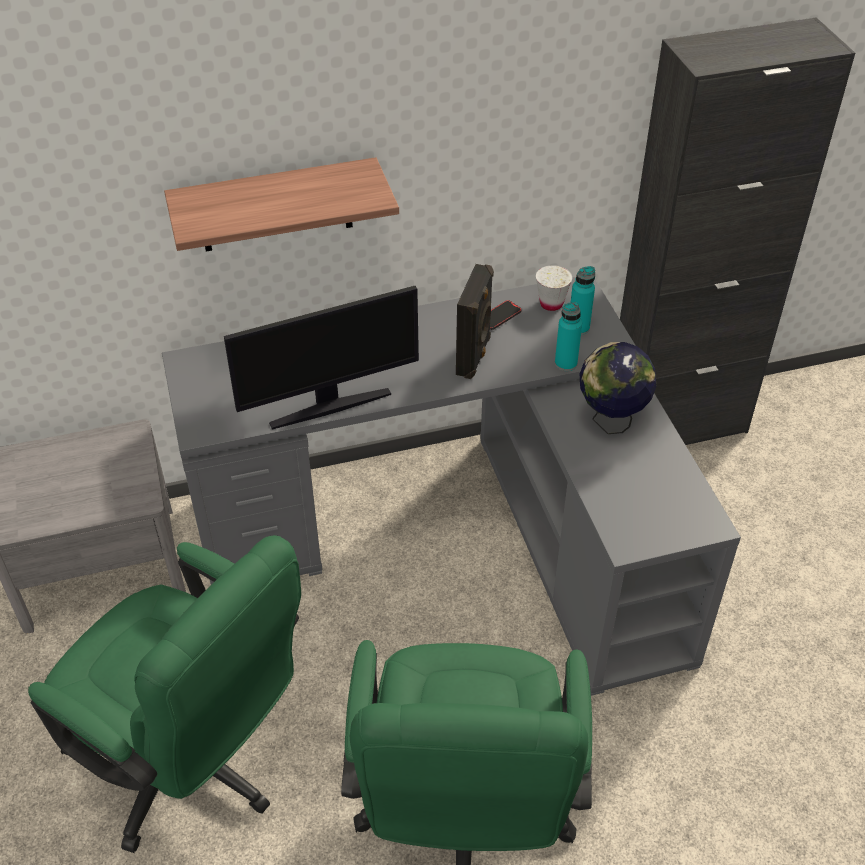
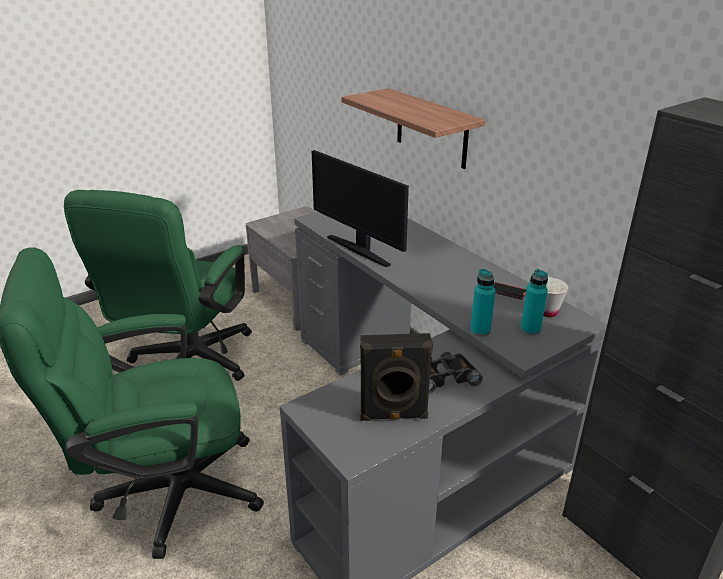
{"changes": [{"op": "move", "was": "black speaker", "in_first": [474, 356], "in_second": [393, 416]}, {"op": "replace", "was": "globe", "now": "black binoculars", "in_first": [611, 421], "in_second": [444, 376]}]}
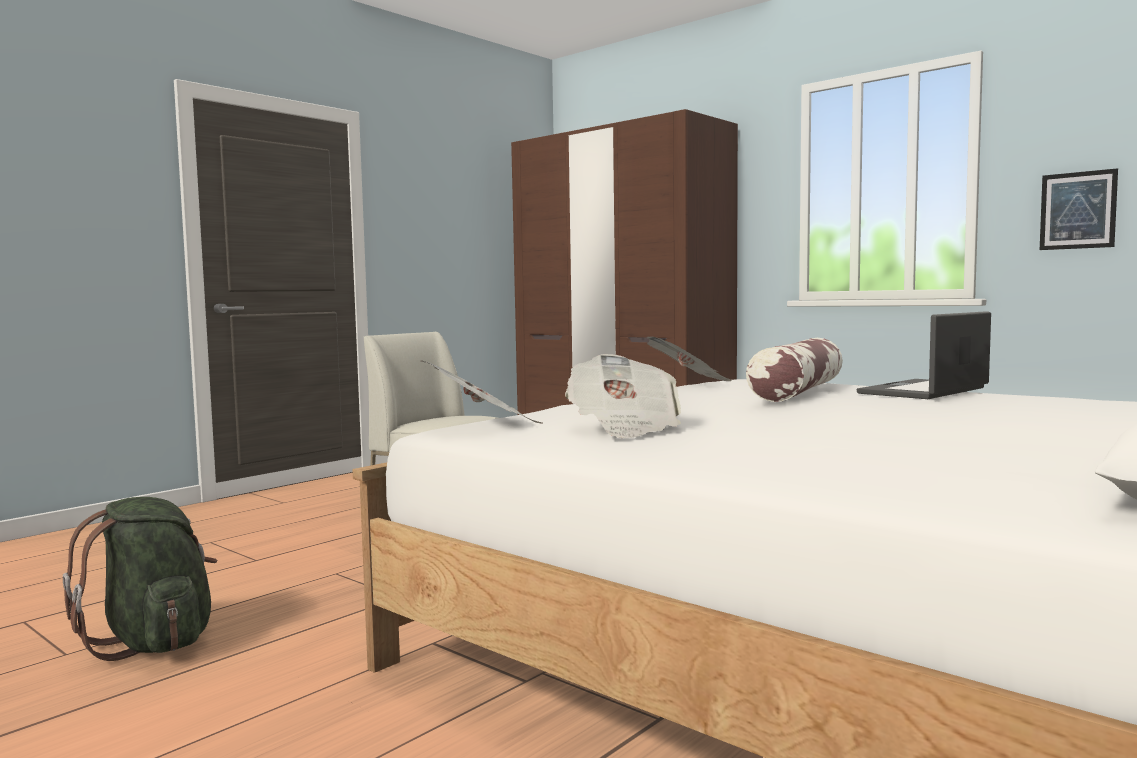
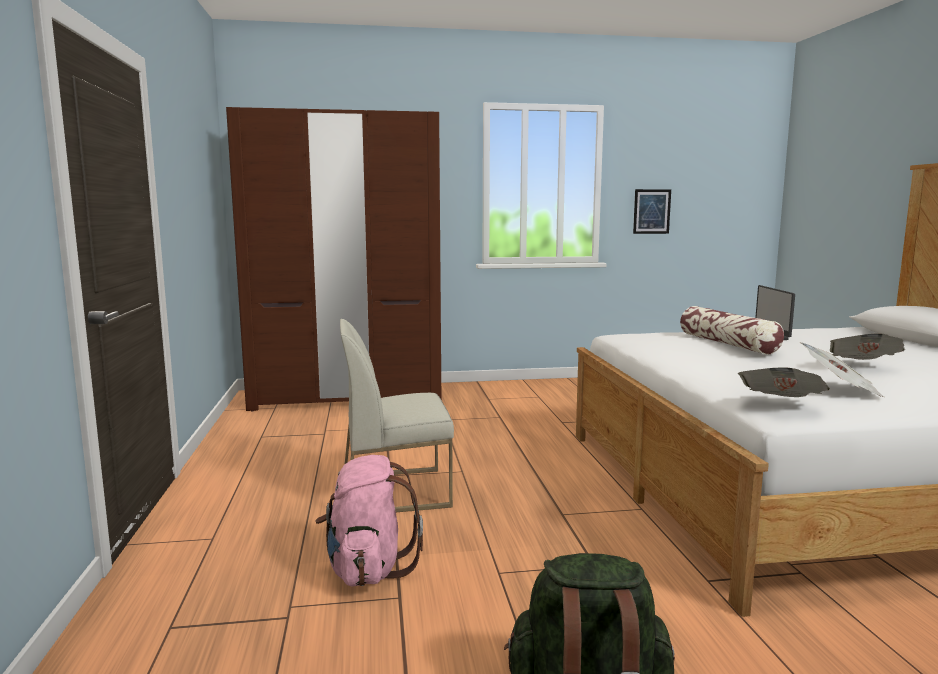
{"changes": [{"op": "move", "was": "newspaper", "in_first": [688, 382], "in_second": [863, 366]}, {"op": "insert", "now": "pink backpack", "in_second": [368, 569]}]}
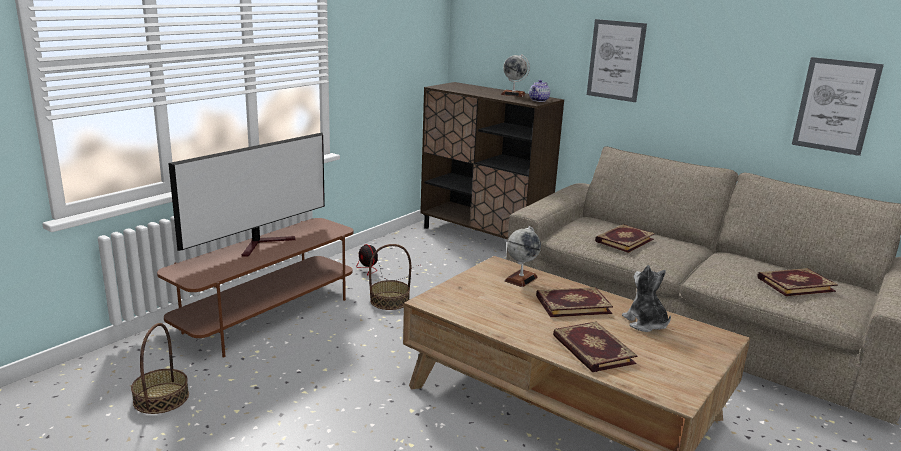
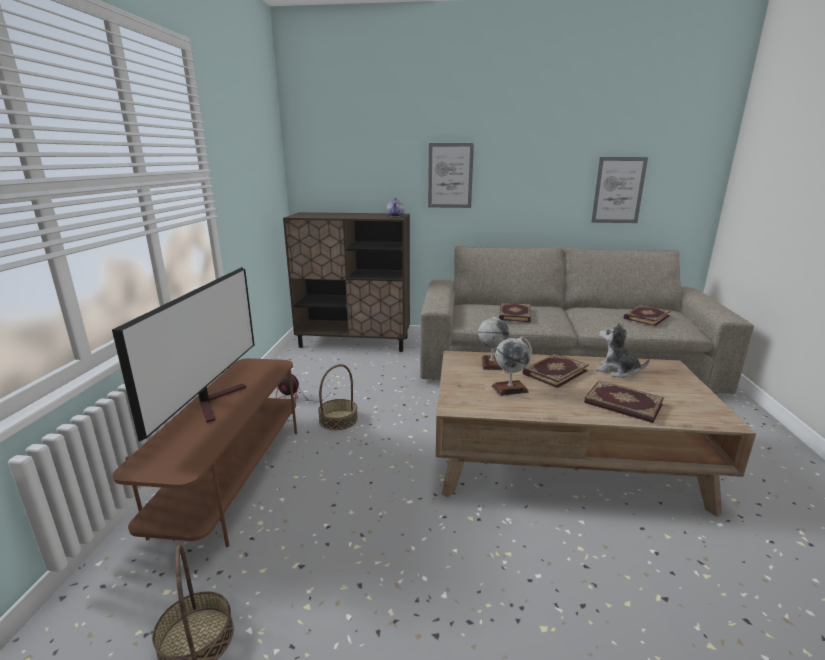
{"changes": [{"op": "move", "was": "globe", "in_first": [513, 94], "in_second": [510, 389]}]}
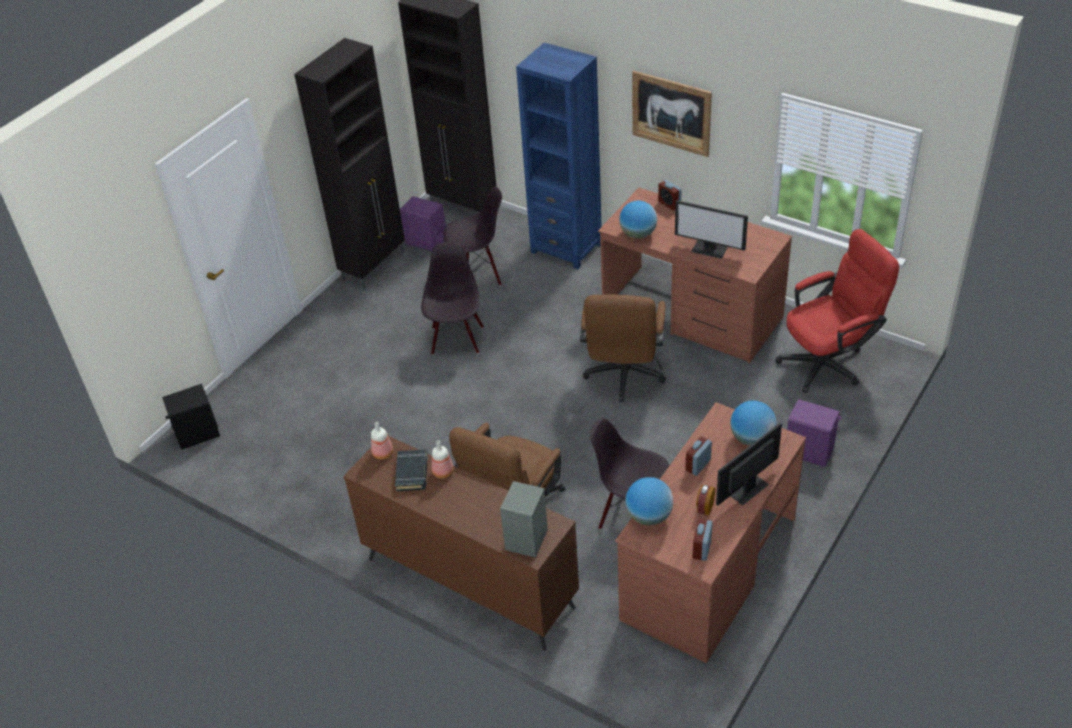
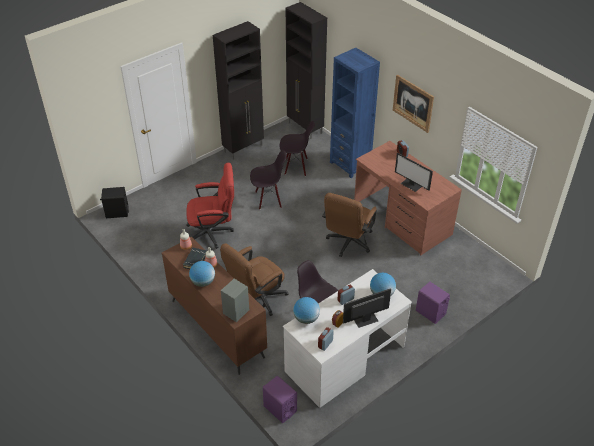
{"changes": [{"op": "move", "was": "purple speaker", "in_first": [426, 241], "in_second": [280, 409]}, {"op": "move", "was": "globe", "in_first": [638, 234], "in_second": [203, 282]}, {"op": "move", "was": "red office chair", "in_first": [829, 362], "in_second": [213, 233]}, {"op": "rotate", "was": "black chair", "in_first": [456, 340], "in_second": [268, 199], "clockwise": 60}, {"op": "recolor", "was": "brown desk", "now": "white desk", "in_first": [708, 568], "in_second": [344, 359]}]}
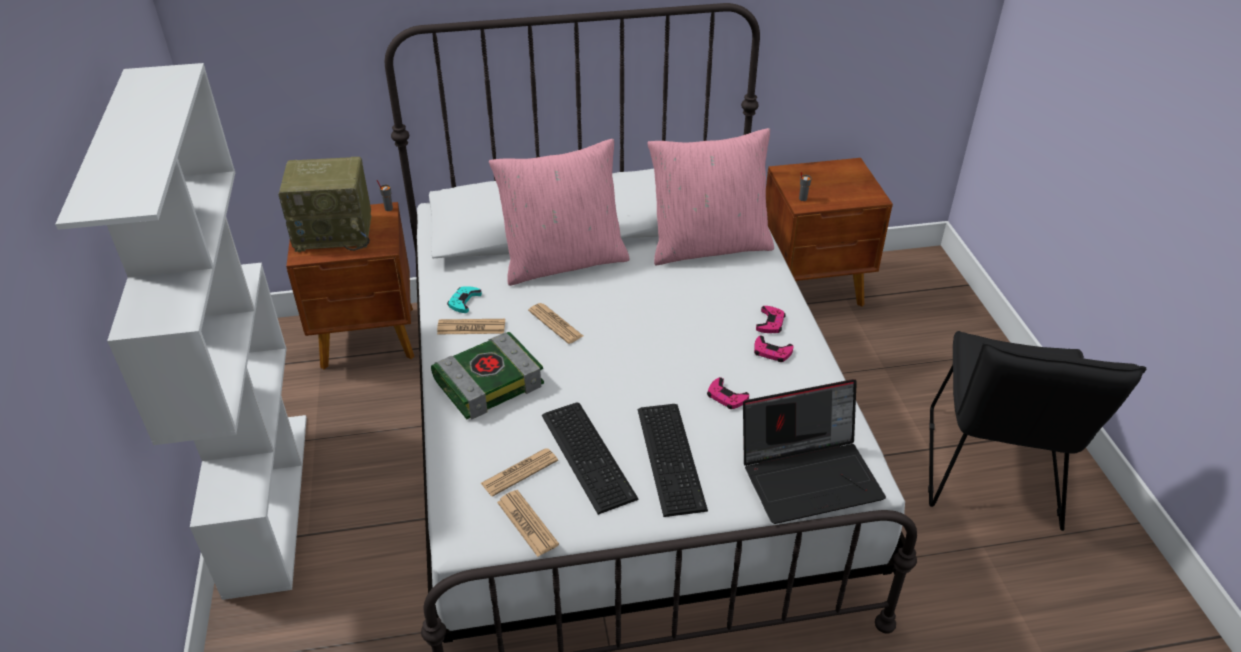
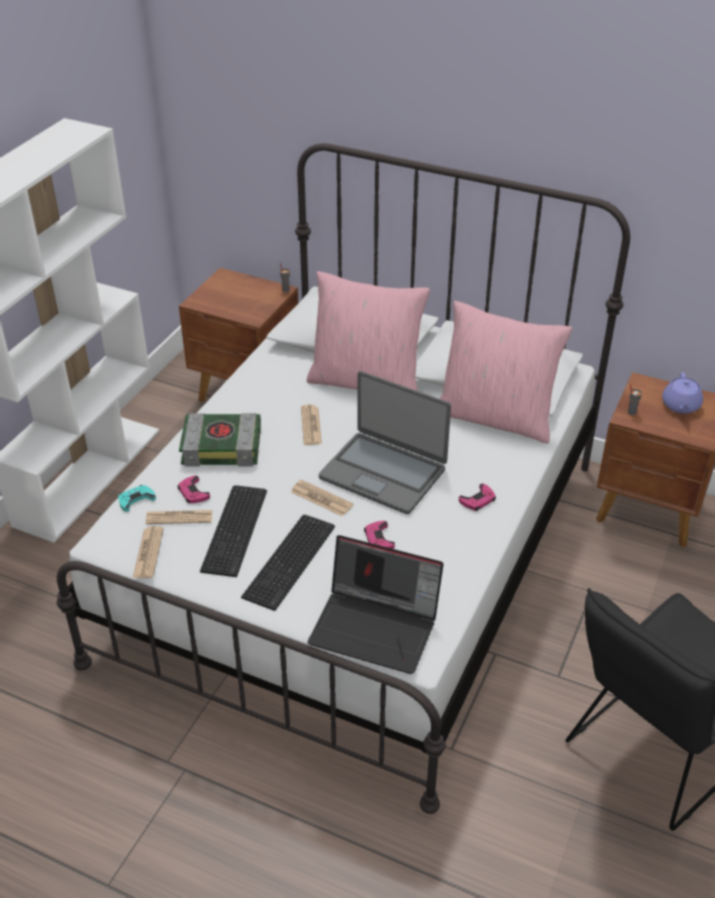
{"changes": [{"op": "delete", "was": "radio", "in_first": [335, 232]}, {"op": "move", "was": "turquoise game controller", "in_first": [464, 301], "in_second": [136, 500]}, {"op": "move", "was": "newspaper", "in_first": [471, 327], "in_second": [321, 498]}, {"op": "move", "was": "pink game controller", "in_first": [772, 352], "in_second": [193, 493]}, {"op": "insert", "now": "laptop", "in_second": [383, 473]}, {"op": "insert", "now": "purple teapot", "in_second": [680, 406]}]}
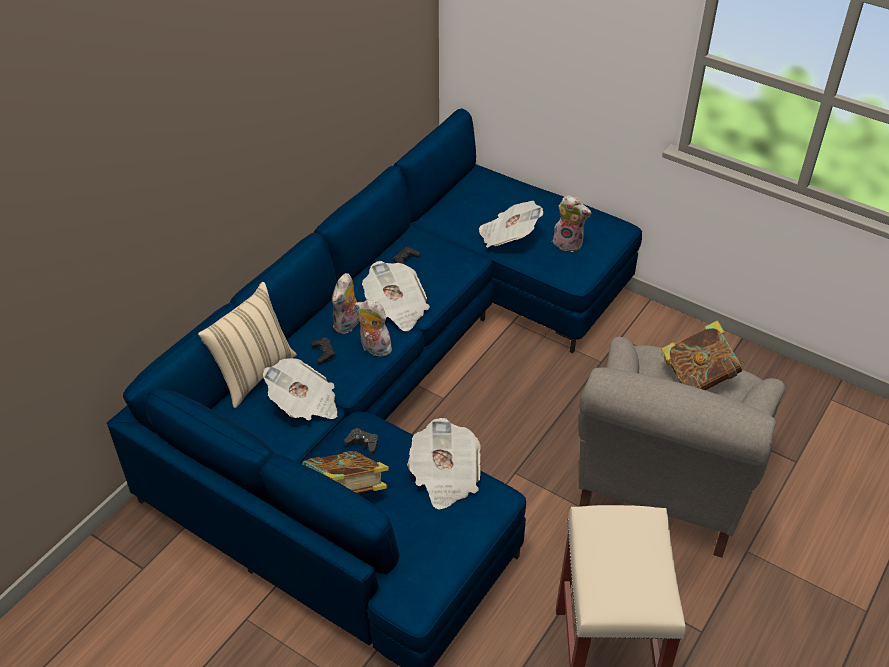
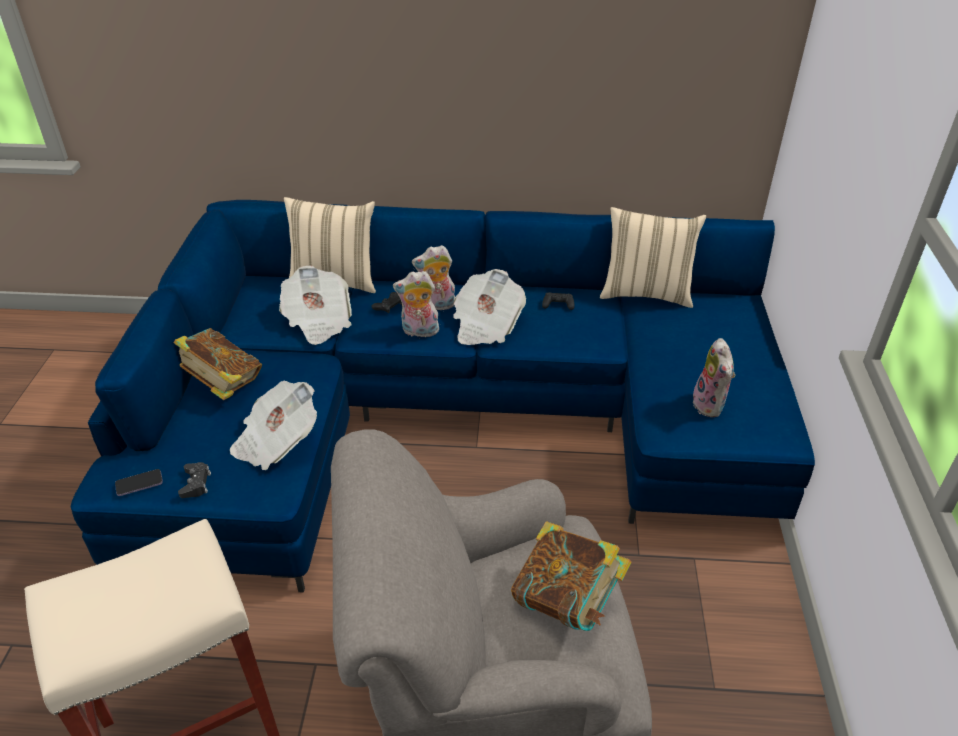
{"changes": [{"op": "delete", "was": "newspaper", "in_first": [508, 236]}, {"op": "rotate", "was": "plush toy", "in_first": [373, 348], "in_second": [419, 332], "clockwise": -90}, {"op": "move", "was": "black game controller", "in_first": [363, 443], "in_second": [196, 483]}, {"op": "insert", "now": "beige pillow", "in_second": [646, 293]}, {"op": "insert", "now": "phone", "in_second": [139, 484]}]}
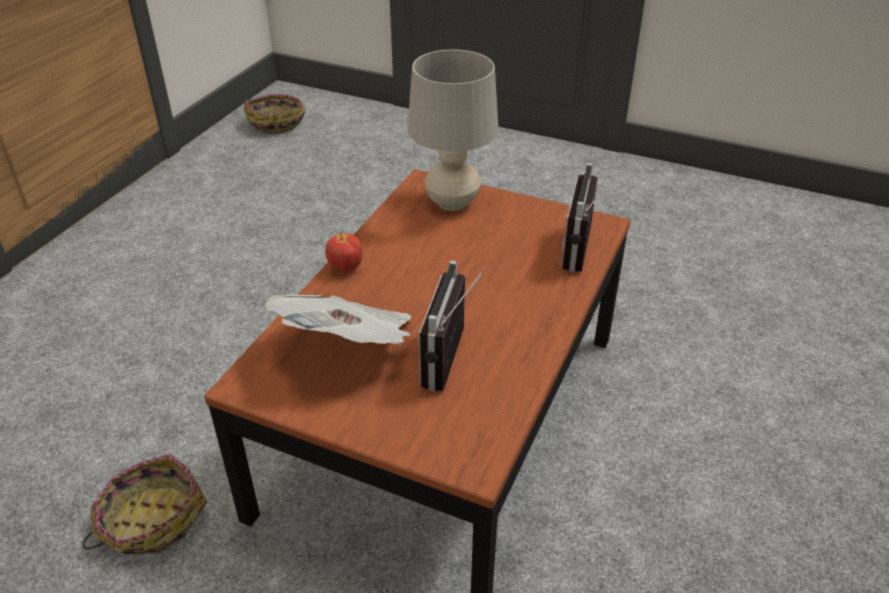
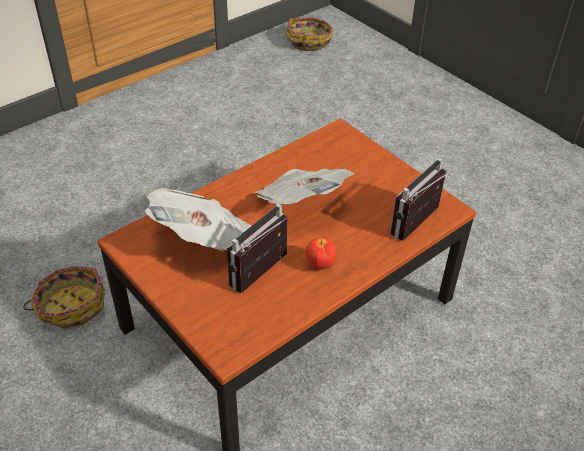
{"changes": [{"op": "delete", "was": "beige table lamp", "in_first": [452, 202]}, {"op": "move", "was": "apple", "in_first": [345, 268], "in_second": [319, 265]}, {"op": "insert", "now": "newspaper", "in_second": [302, 202]}]}
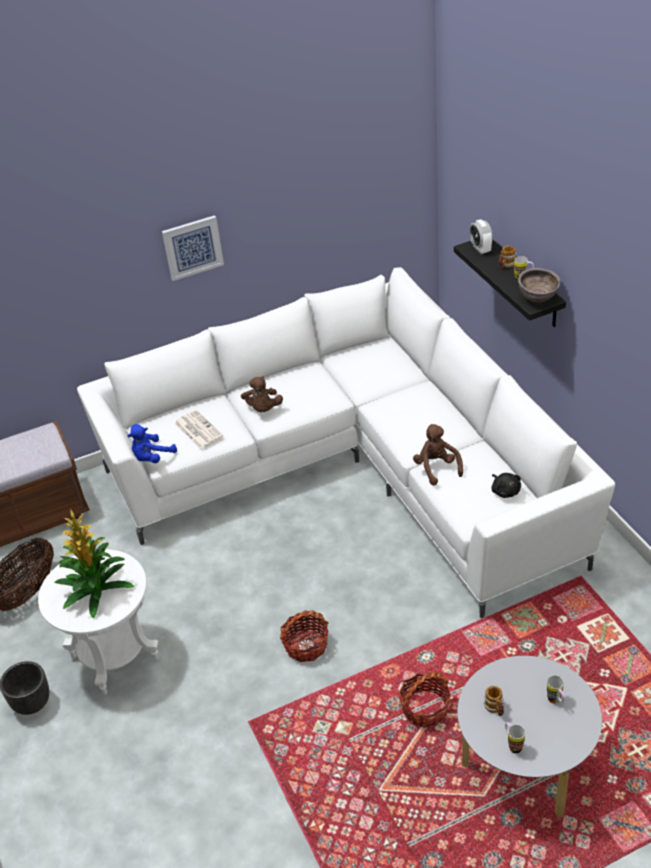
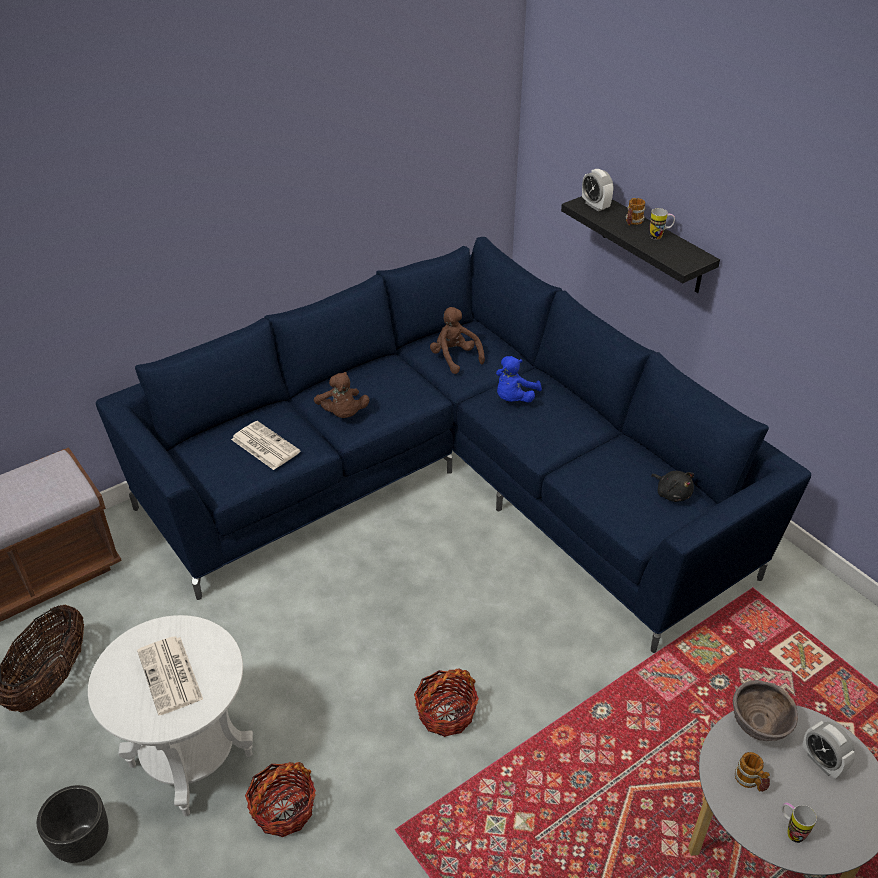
{"changes": [{"op": "delete", "was": "picture", "in_first": [192, 247]}, {"op": "recolor", "was": "white sofa", "now": "blue sofa", "in_first": [355, 471], "in_second": [450, 483]}, {"op": "move", "was": "brown bowl", "in_first": [537, 300], "in_second": [758, 728]}, {"op": "move", "was": "blue plush toy", "in_first": [151, 458], "in_second": [514, 398]}, {"op": "move", "was": "brown plush toy", "in_first": [437, 468], "in_second": [455, 358]}, {"op": "replace", "was": "potted plant", "now": "newspaper", "in_first": [95, 590], "in_second": [171, 676]}, {"op": "move", "was": "basket", "in_first": [425, 709], "in_second": [283, 809]}, {"op": "replace", "was": "mug", "now": "alarm clock", "in_first": [556, 702], "in_second": [822, 762]}]}
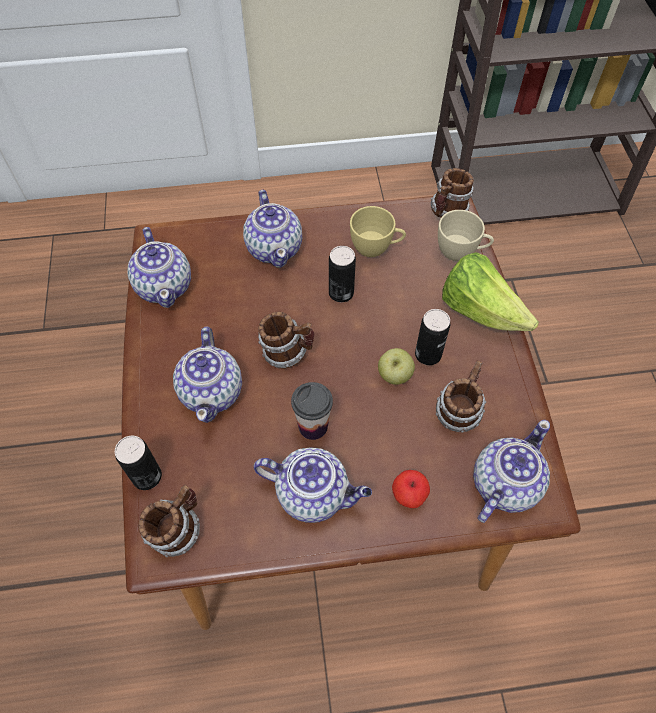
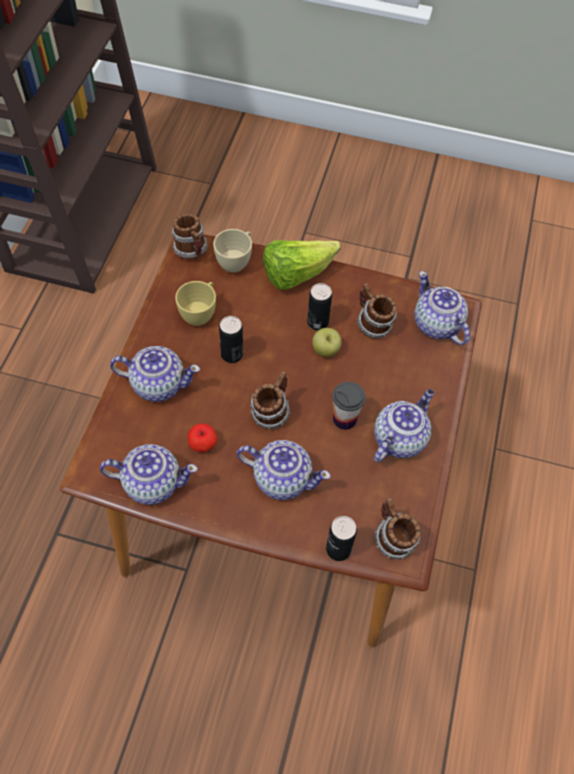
{"changes": [{"op": "move", "was": "apple", "in_first": [409, 495], "in_second": [203, 444]}]}
